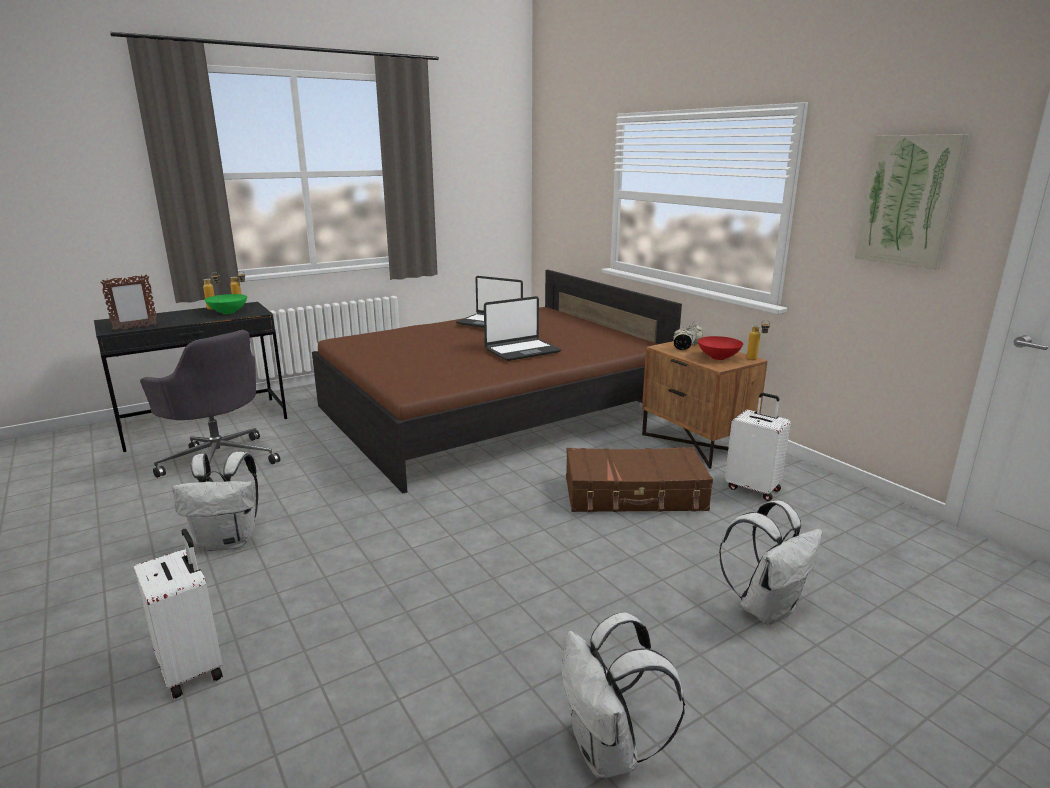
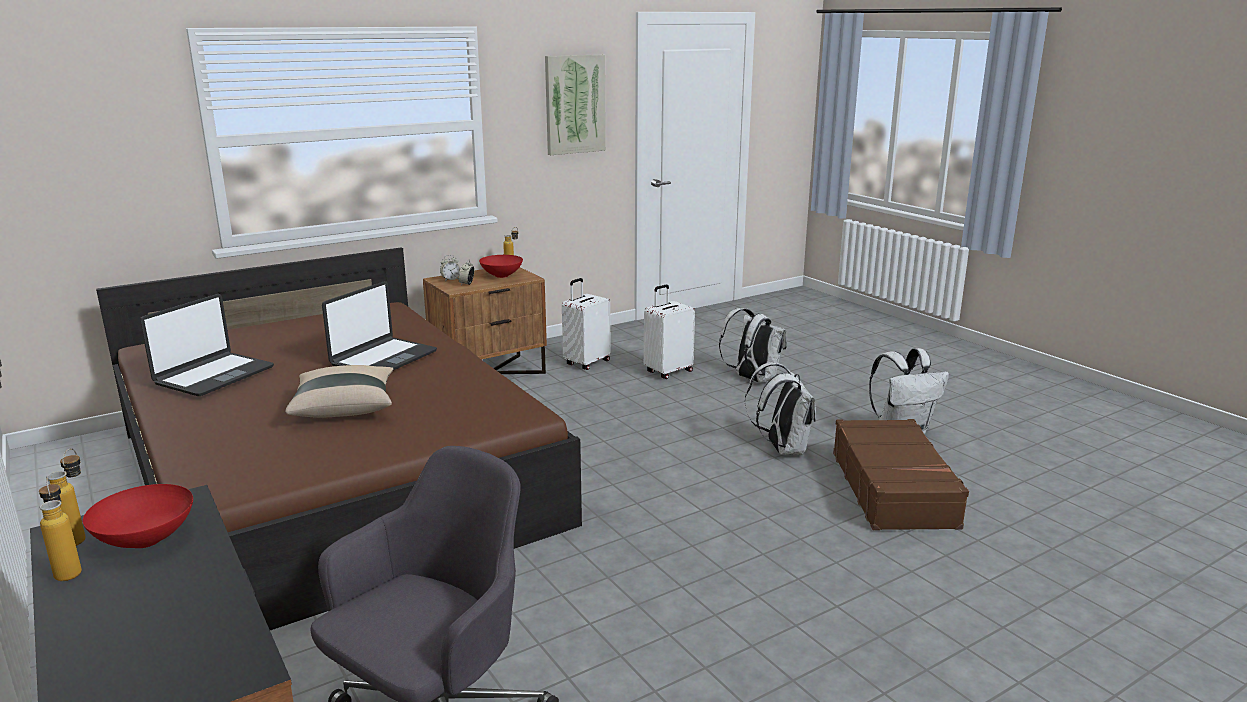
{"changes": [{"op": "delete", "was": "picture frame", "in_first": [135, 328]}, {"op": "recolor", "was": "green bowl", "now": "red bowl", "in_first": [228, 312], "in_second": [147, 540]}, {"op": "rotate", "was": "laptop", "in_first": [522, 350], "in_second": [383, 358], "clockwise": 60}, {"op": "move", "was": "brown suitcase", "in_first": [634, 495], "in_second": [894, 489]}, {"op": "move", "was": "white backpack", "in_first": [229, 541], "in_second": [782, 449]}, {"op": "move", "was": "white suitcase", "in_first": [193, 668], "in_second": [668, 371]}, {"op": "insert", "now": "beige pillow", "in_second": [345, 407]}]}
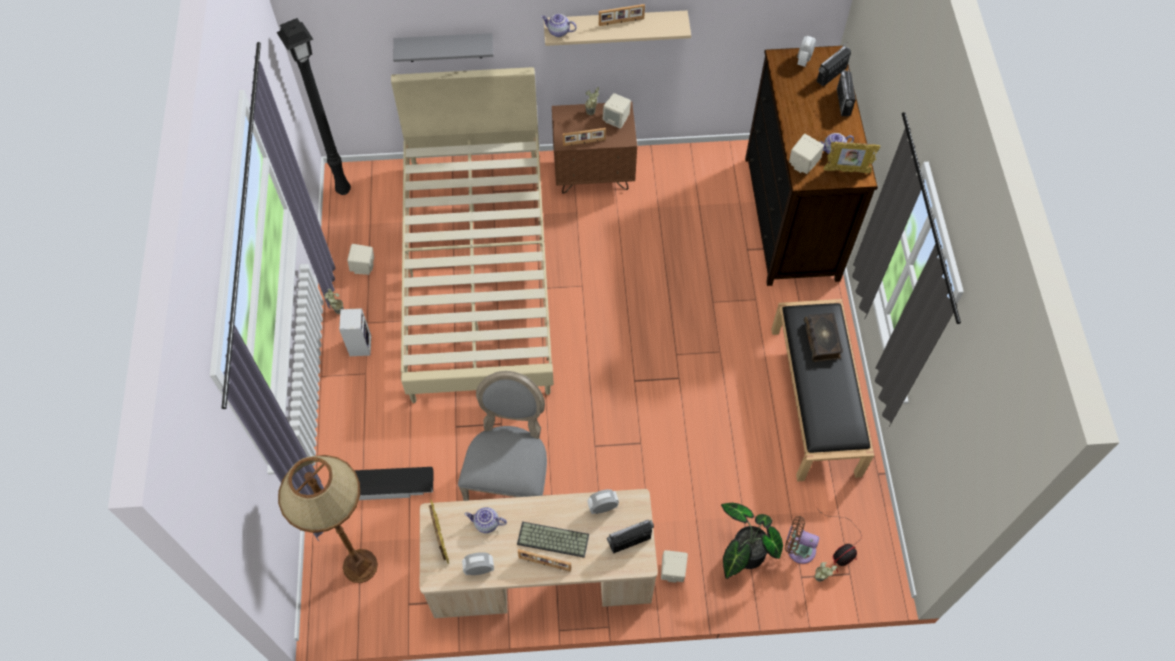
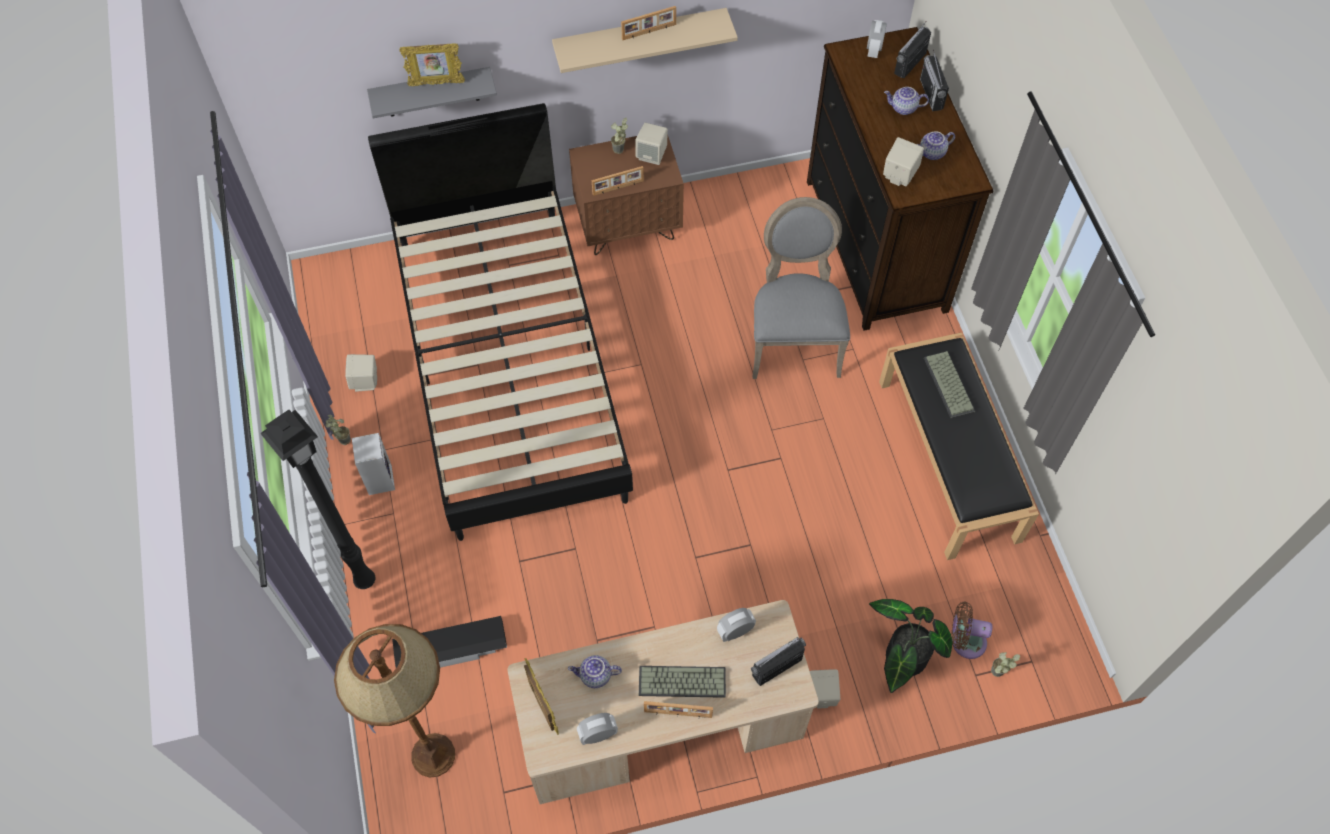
{"changes": [{"op": "move", "was": "teapot", "in_first": [558, 32], "in_second": [903, 108]}, {"op": "move", "was": "black floor lamp", "in_first": [344, 189], "in_second": [365, 579]}, {"op": "recolor", "was": "beige bed", "now": "black bed", "in_first": [478, 272], "in_second": [509, 366]}, {"op": "move", "was": "picture frame", "in_first": [846, 171], "in_second": [436, 83]}, {"op": "replace", "was": "book", "now": "keyboard", "in_first": [822, 340], "in_second": [950, 385]}, {"op": "move", "was": "grey chair", "in_first": [510, 477], "in_second": [793, 339]}, {"op": "delete", "was": "fan", "in_first": [842, 547]}]}
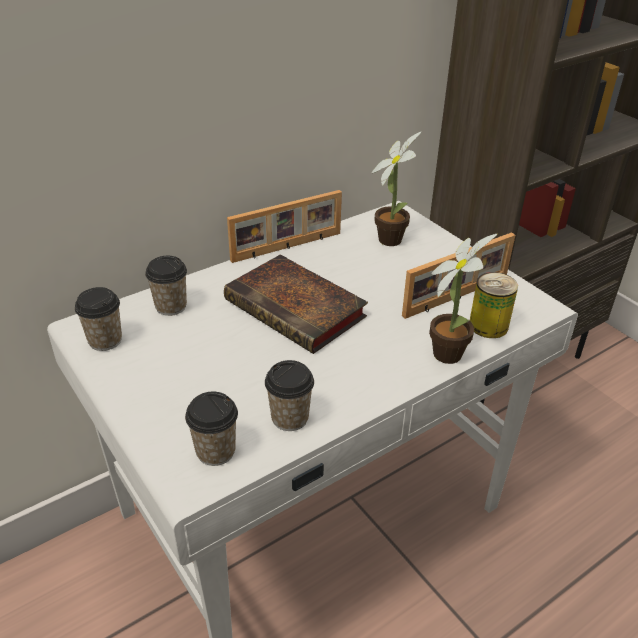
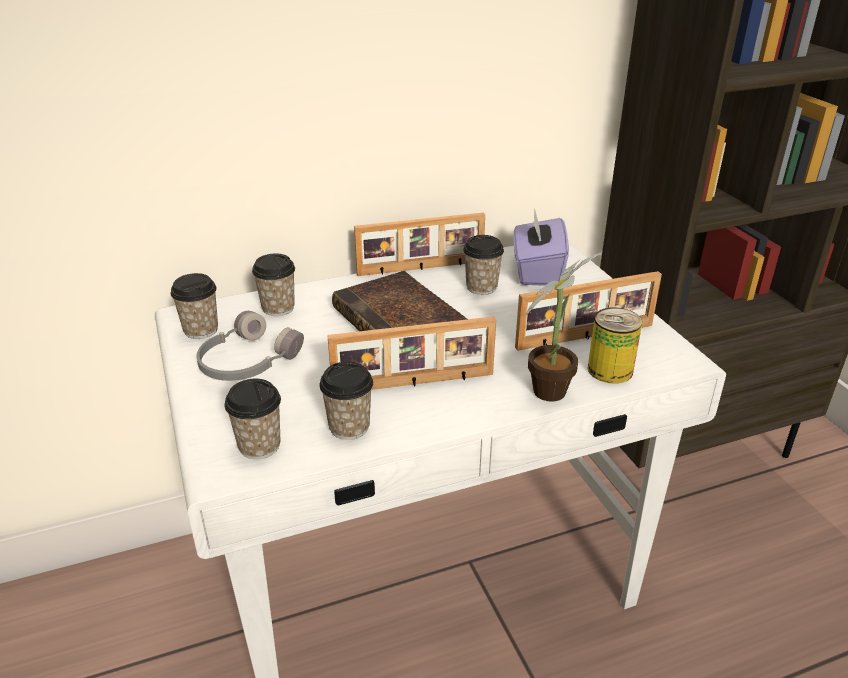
{"changes": [{"op": "replace", "was": "potted plant", "now": "purple tissue box", "in_first": [391, 237], "in_second": [537, 271]}, {"op": "insert", "now": "cup", "in_second": [481, 287]}, {"op": "insert", "now": "grey headphones", "in_second": [246, 362]}, {"op": "insert", "now": "picture frame", "in_second": [414, 384]}]}
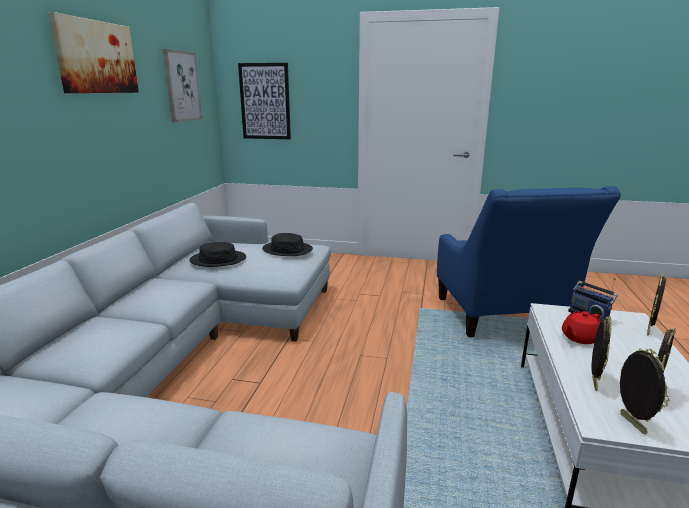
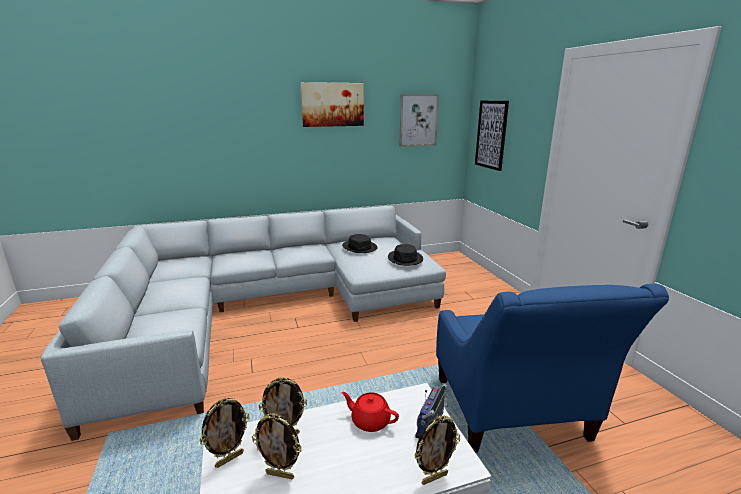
{"changes": [{"op": "rotate", "was": "blue armchair", "in_first": [503, 318], "in_second": [514, 416], "clockwise": -60}, {"op": "rotate", "was": "picture frame", "in_first": [649, 331], "in_second": [434, 478], "clockwise": 150}]}
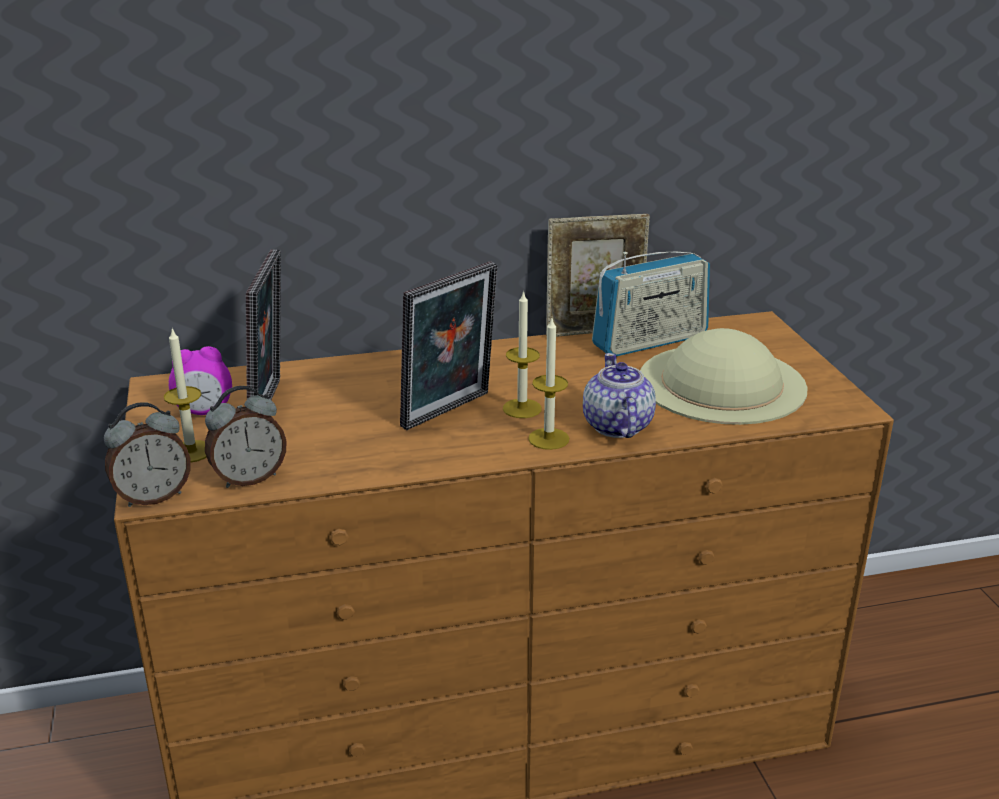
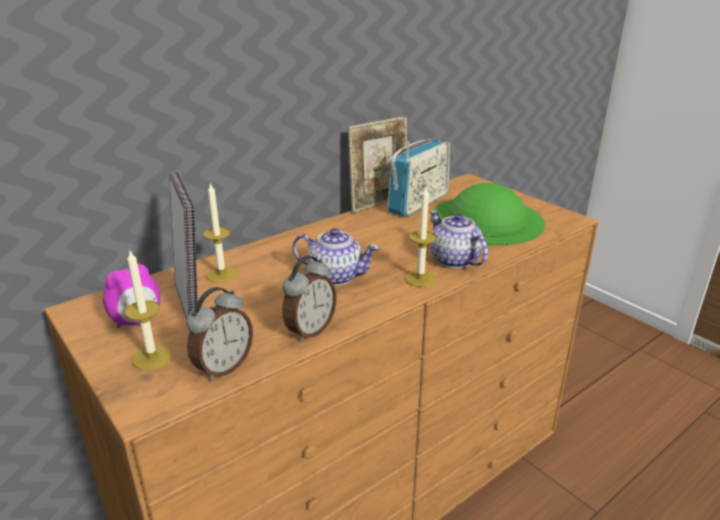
{"changes": [{"op": "replace", "was": "picture frame", "now": "teapot", "in_first": [450, 412], "in_second": [335, 276]}, {"op": "move", "was": "candle", "in_first": [522, 408], "in_second": [222, 274]}, {"op": "recolor", "was": "beige hat", "now": "green hat", "in_first": [721, 383], "in_second": [486, 219]}, {"op": "move", "was": "alarm clock", "in_first": [153, 497], "in_second": [309, 330]}]}
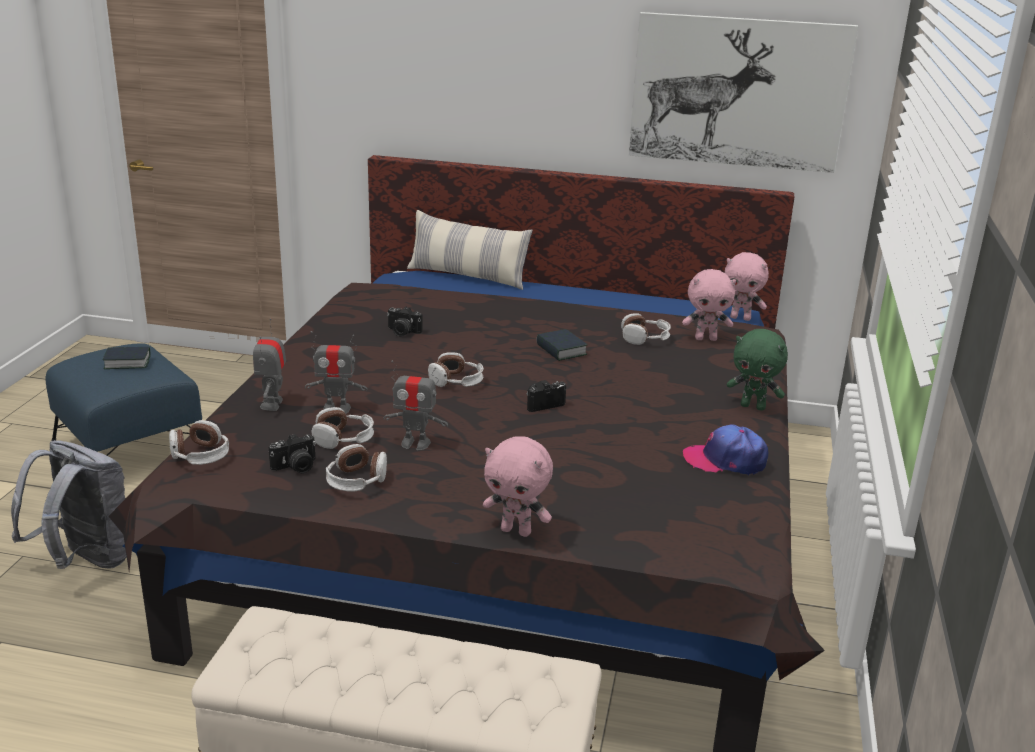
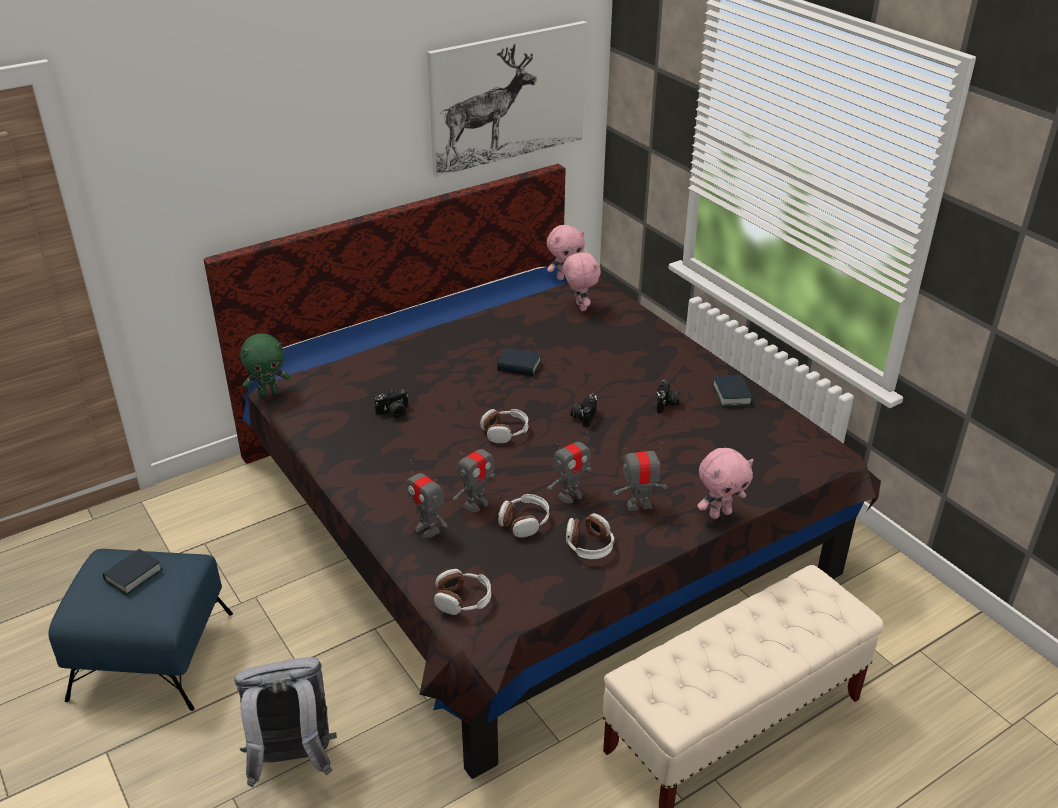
{"changes": [{"op": "delete", "was": "pillow", "in_first": [467, 276]}, {"op": "rotate", "was": "pink plush toy", "in_first": [706, 338], "in_second": [579, 307], "clockwise": -60}, {"op": "delete", "was": "headphones", "in_first": [645, 338]}, {"op": "move", "was": "green plush toy", "in_first": [753, 406], "in_second": [268, 393]}, {"op": "replace", "was": "cap", "now": "book", "in_first": [725, 460], "in_second": [731, 395]}, {"op": "move", "was": "photo camera", "in_first": [296, 467], "in_second": [667, 404]}, {"op": "insert", "now": "toy robot", "in_second": [639, 505]}]}
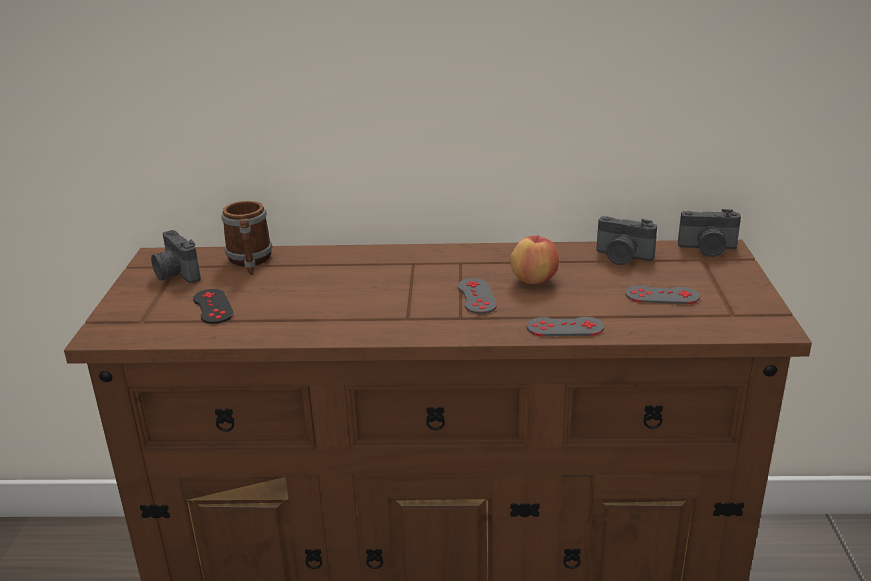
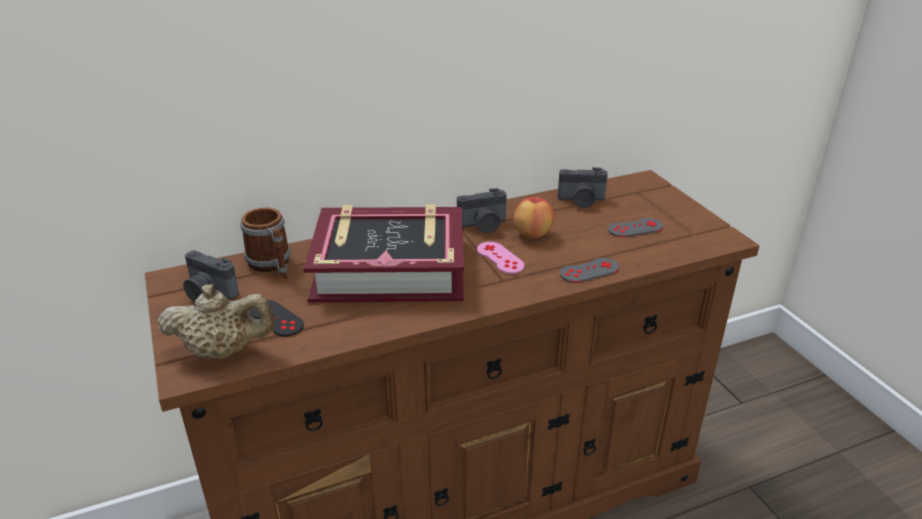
{"changes": [{"op": "move", "was": "photo camera", "in_first": [708, 249], "in_second": [483, 225]}, {"op": "recolor", "was": "grey game controller", "now": "pink game controller", "in_first": [476, 296], "in_second": [500, 258]}, {"op": "insert", "now": "book", "in_second": [390, 268]}, {"op": "insert", "now": "beige teapot", "in_second": [224, 351]}]}
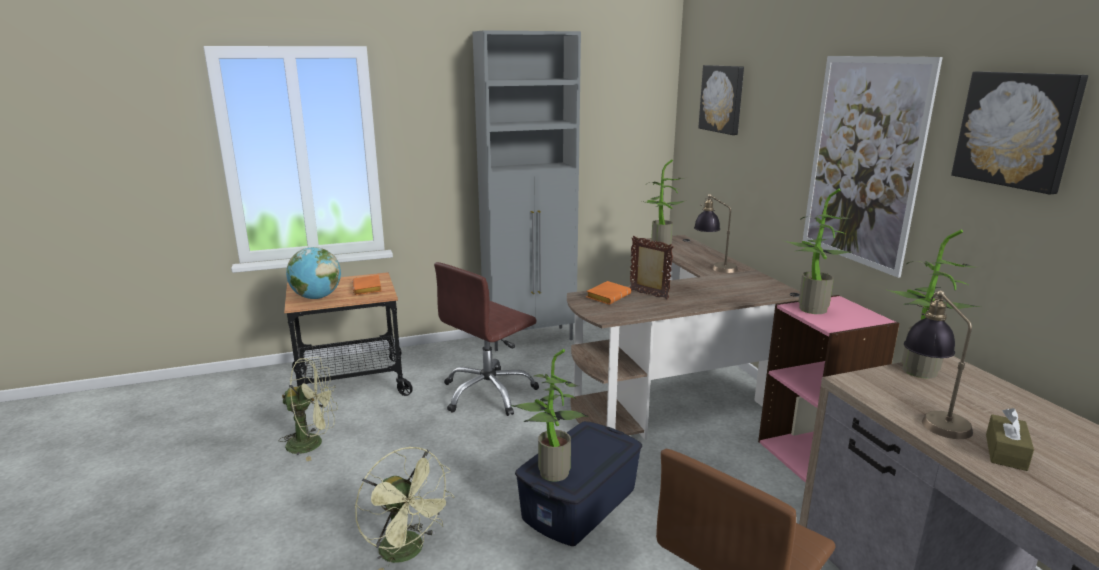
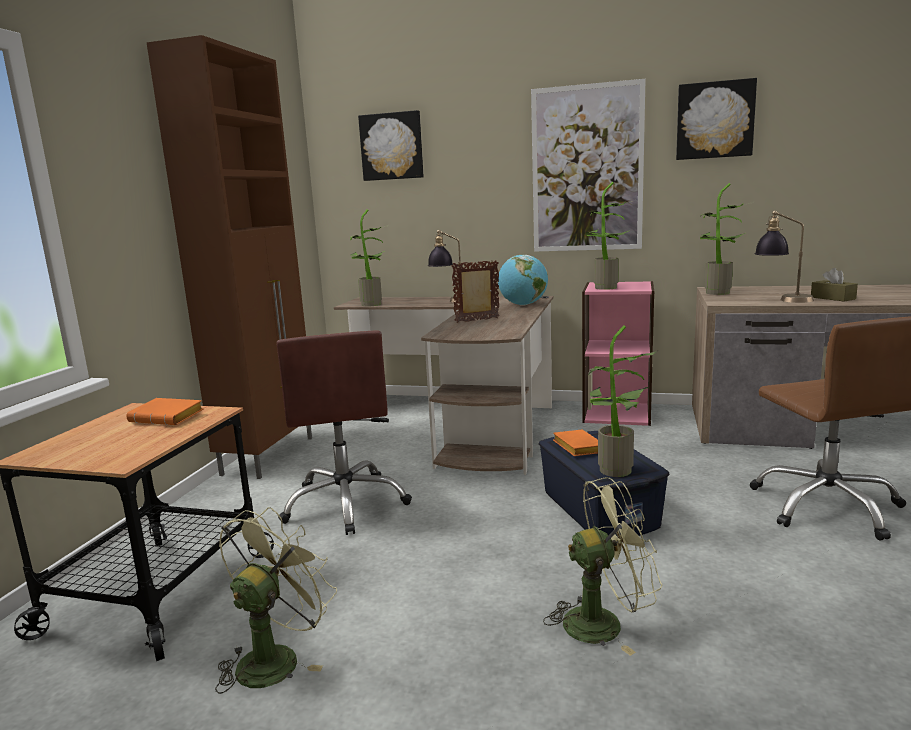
{"changes": [{"op": "recolor", "was": "grey cabinet", "now": "brown cabinet", "in_first": [531, 338], "in_second": [270, 455]}, {"op": "move", "was": "globe", "in_first": [316, 297], "in_second": [523, 305]}, {"op": "move", "was": "orange book", "in_first": [608, 296], "in_second": [576, 447]}]}
